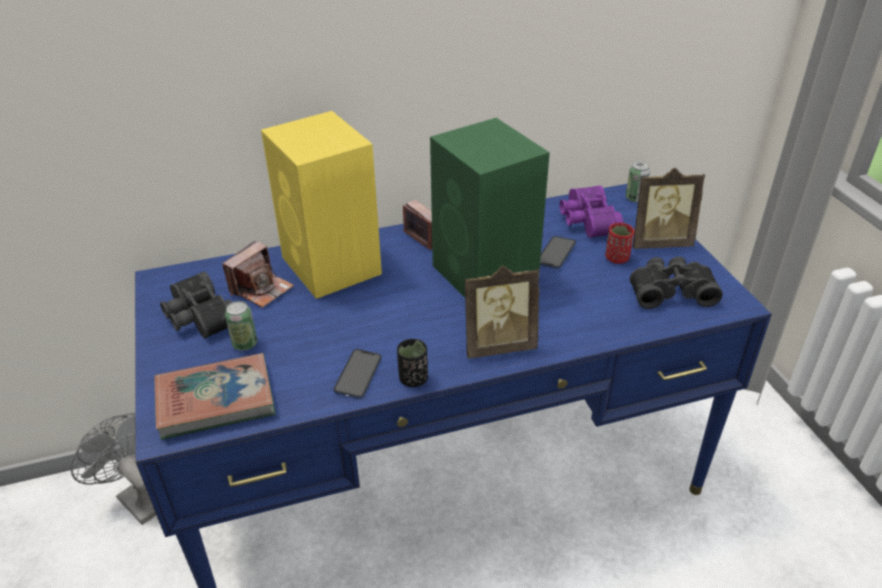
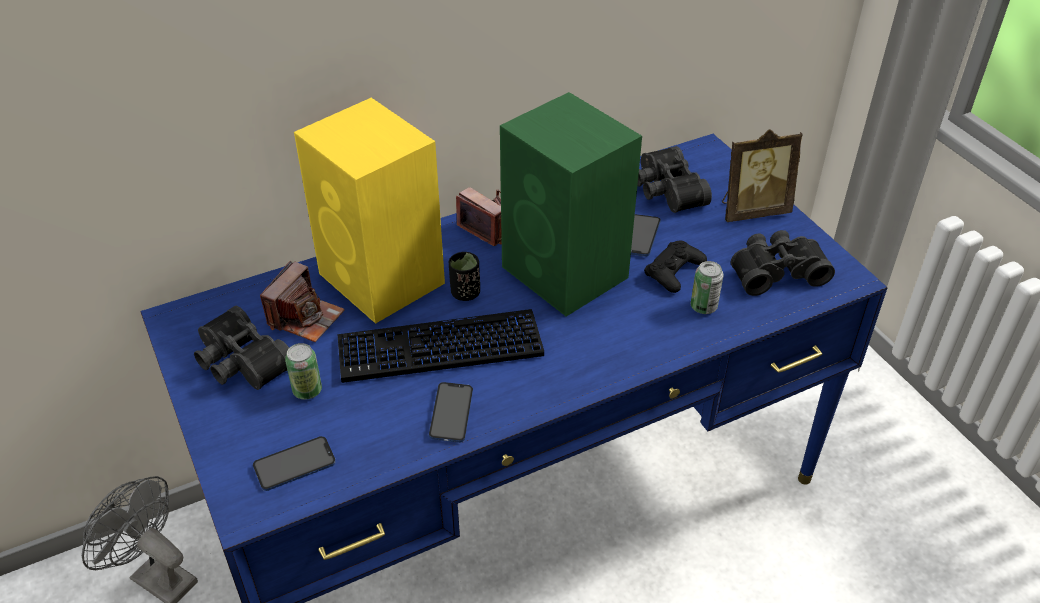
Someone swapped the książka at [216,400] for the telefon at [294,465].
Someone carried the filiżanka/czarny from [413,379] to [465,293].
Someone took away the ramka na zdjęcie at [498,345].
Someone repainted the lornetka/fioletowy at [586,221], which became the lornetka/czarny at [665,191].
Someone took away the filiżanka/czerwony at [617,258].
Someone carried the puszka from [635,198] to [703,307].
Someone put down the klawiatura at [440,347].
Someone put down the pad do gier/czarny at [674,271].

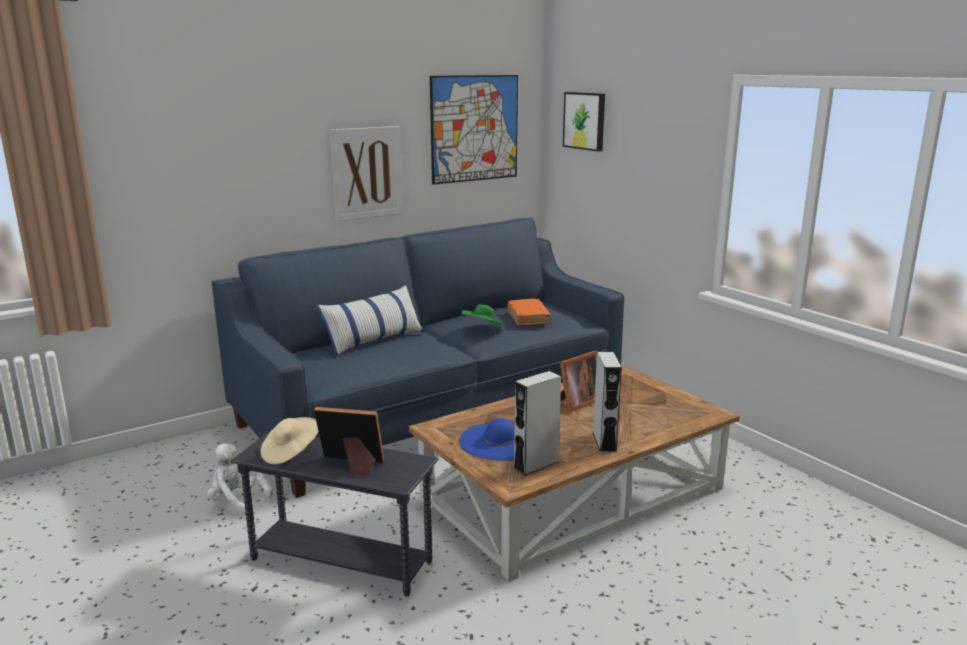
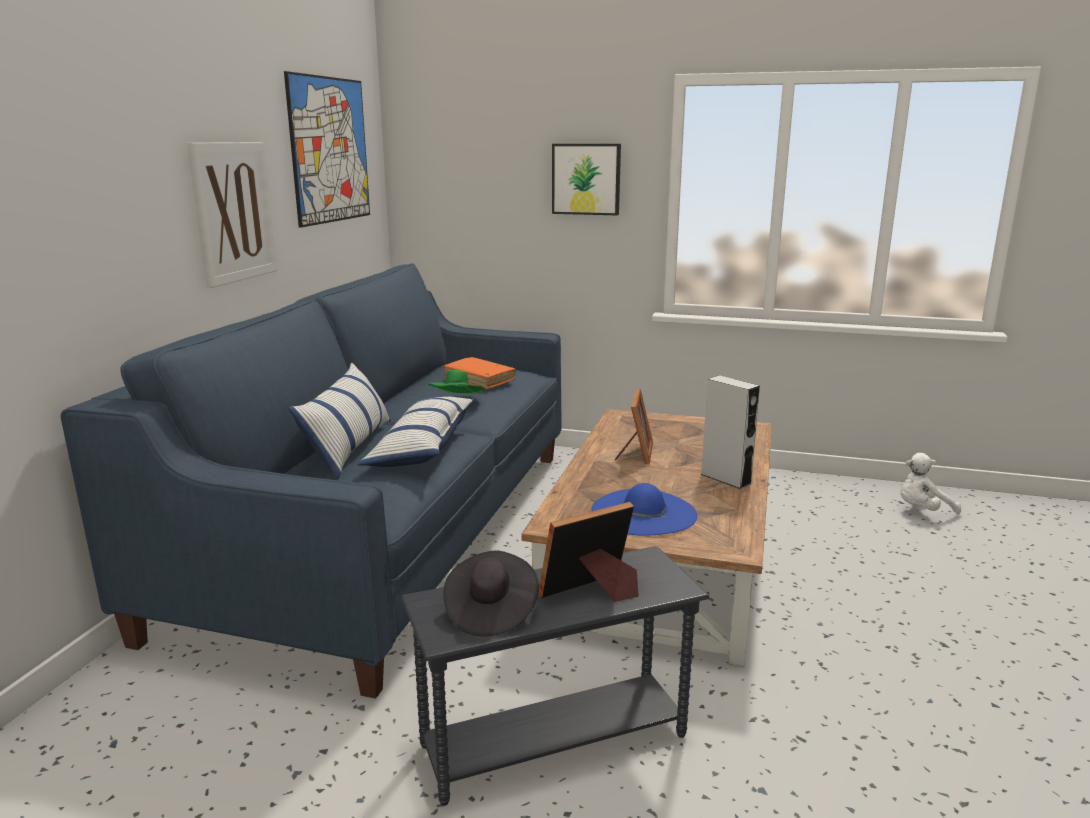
Someone carried the pluszak/biały from [237,501] to [922,510].
Someone repainted the kapelusz/beżowy at [290,453], which became the kapelusz/czarny at [490,611].
Someone took away the głośnik/szary at [536,465].
Someone carried the obraz from [585,121] to [586,179].
Someone put down the poduszka at [422,447].

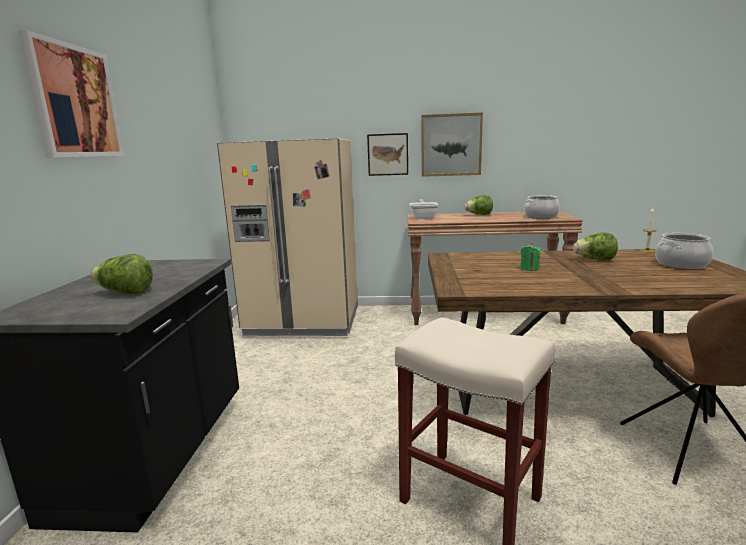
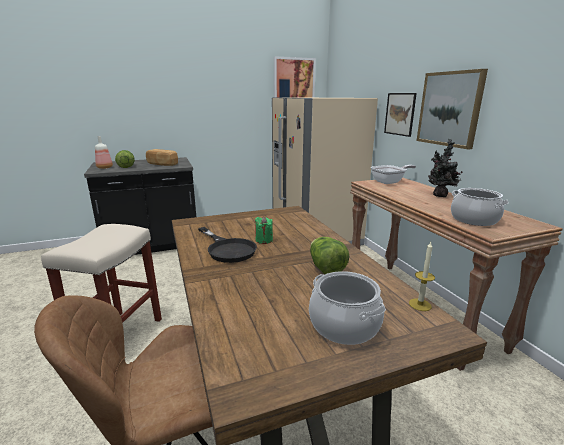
Someone carried the obraz from [74,102] to [294,81].
Someone swapped the sałata at [479,214] for the roślina doniczkowa at [440,196].
Someone put down the butelka at [105,167].
Someone put down the chleb at [162,164].
Someone put down the patelnia/czarny at [228,249].

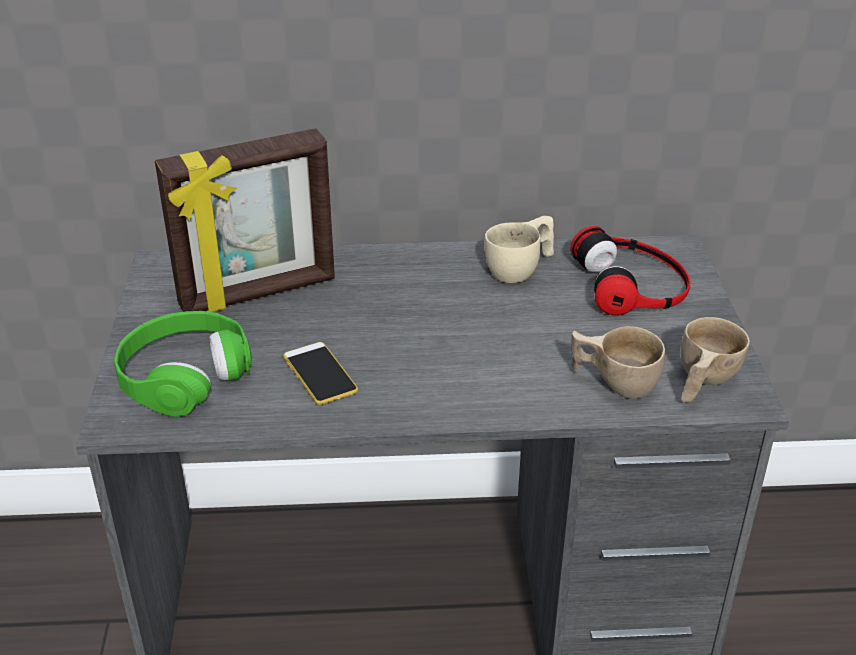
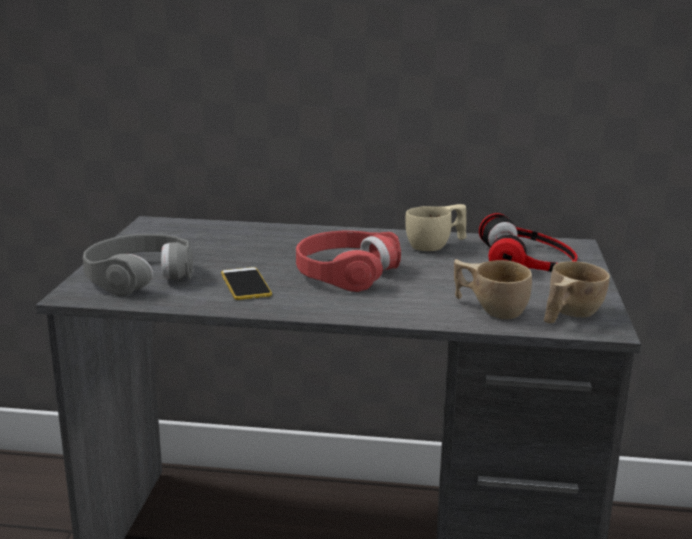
Someone repainted the słuchawki/zielony at [185,375], which became the słuchawki/szary at [139,276].
Someone took away the ramka na zdjęcie at [258,294].
Someone put down the słuchawki/czerwony at [345,273].

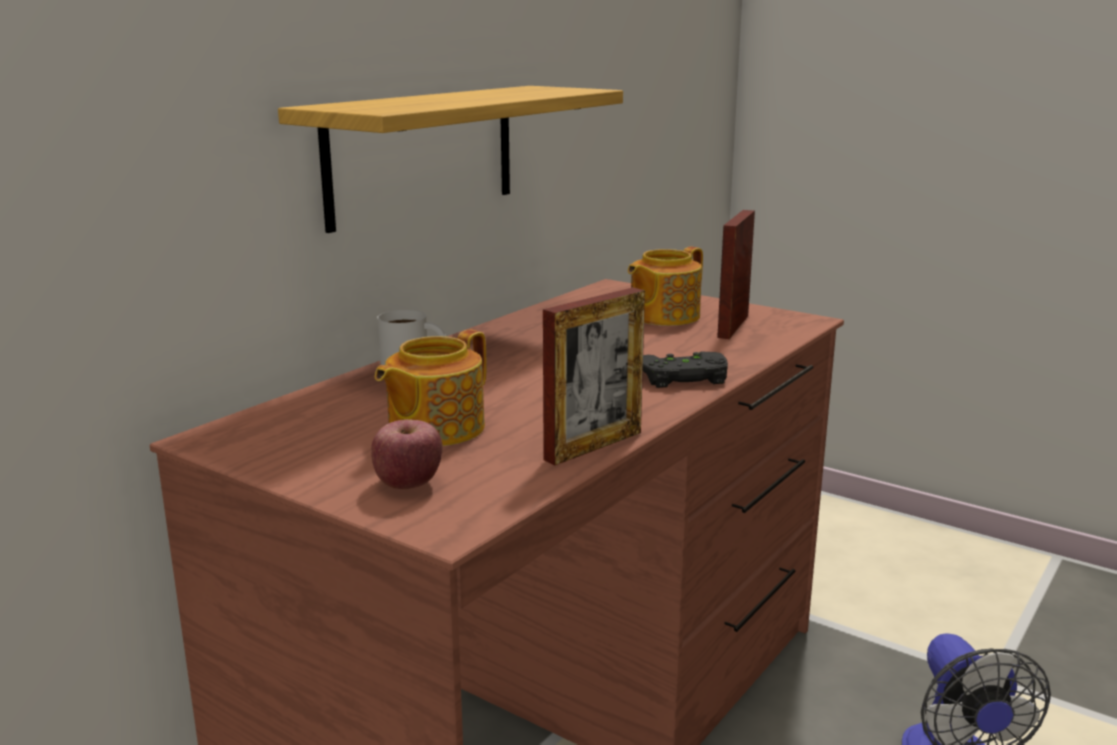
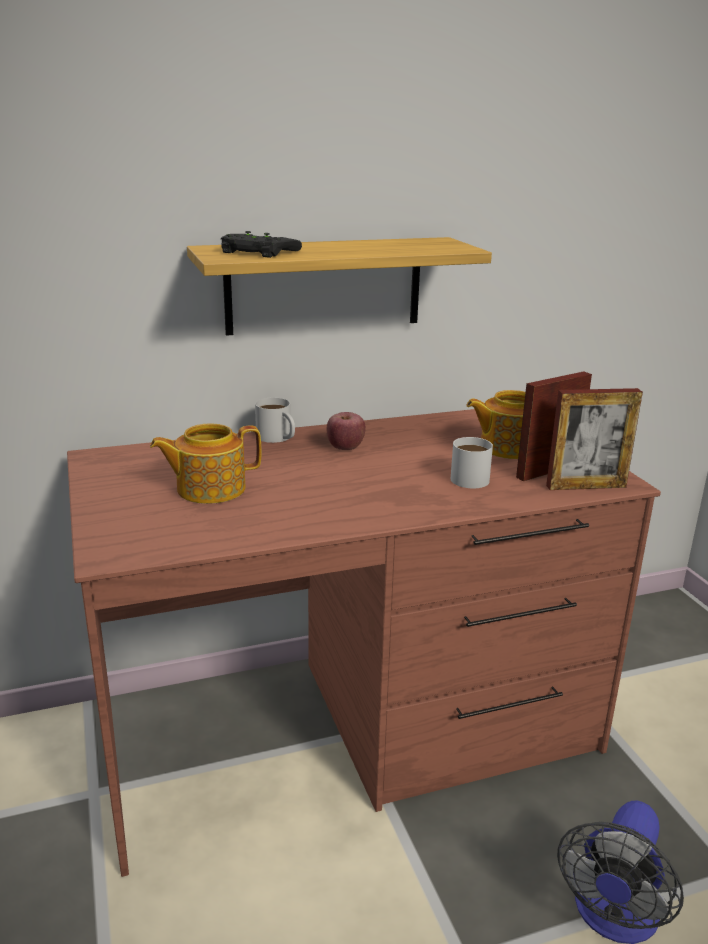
Someone carried the jabłko from [408,484] to [345,448].
Someone carried the ramka na zdjęcie from [593,446] to [586,486].
Someone carried the pad do gier/czarny from [682,377] to [256,252].
Someone put down the kubek/biały at [468,476].

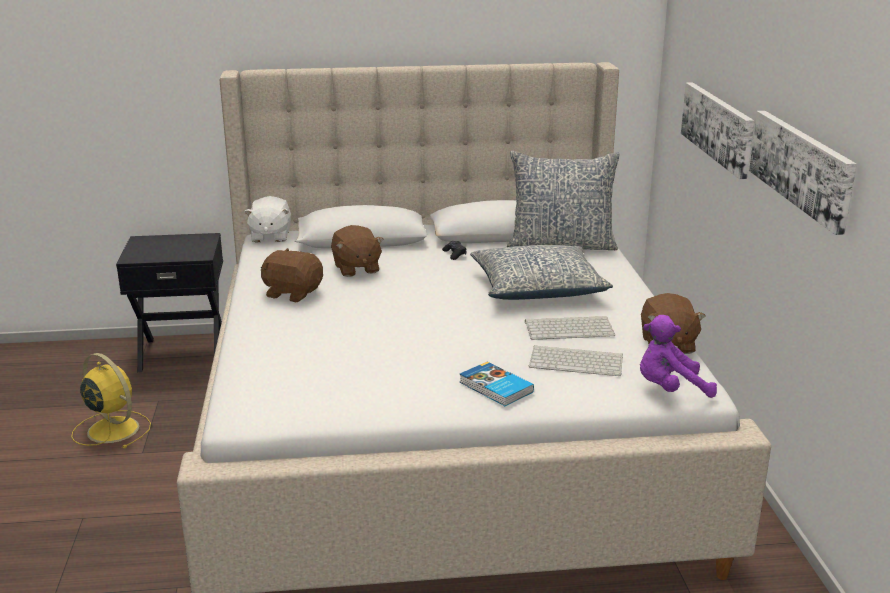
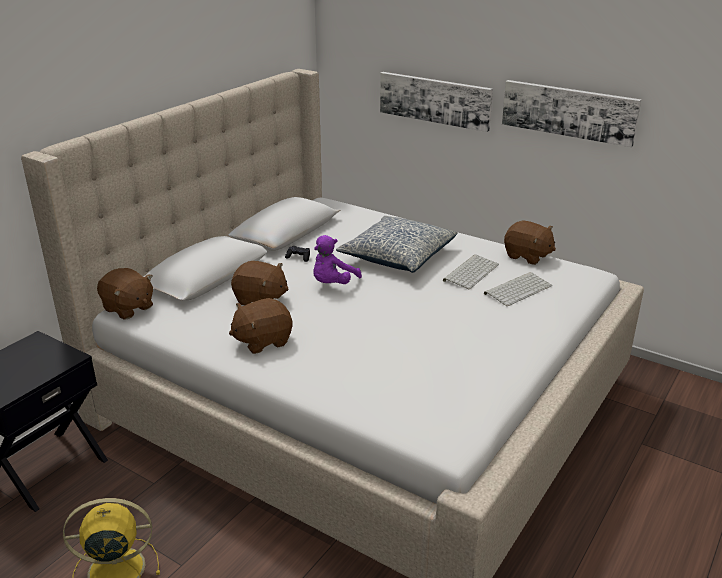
Someone repainted the pluszak/biały at [270,236], which became the pluszak/brązowy at [128,308].
Someone took away the książka at [495,388].
Someone took away the poduszka at [561,244].
Someone carried the pluszak/fioletowy from [670,389] to [333,284].

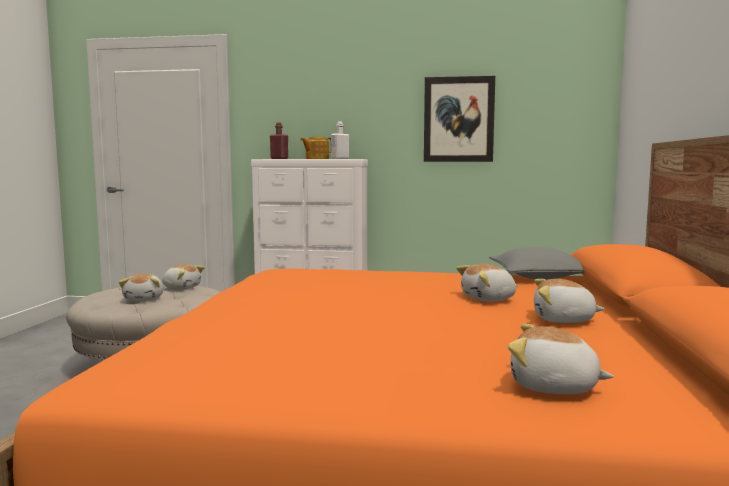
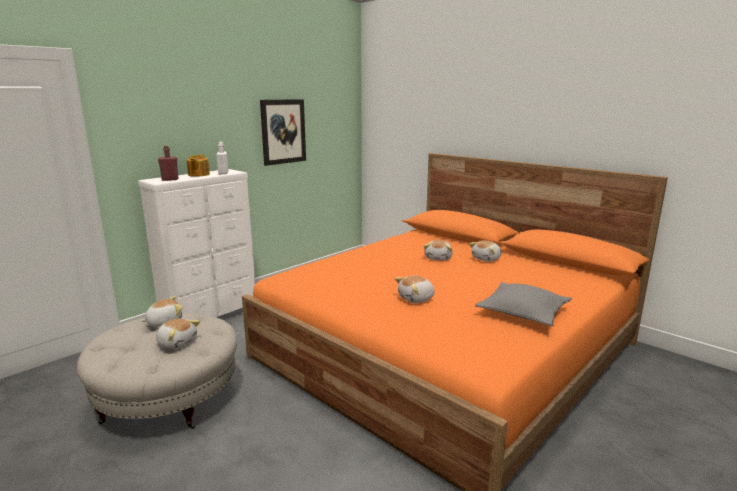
Someone carried the poduszka/szary from [538,277] to [523,312].
Someone carried the pluszak from [553,387] to [416,299].

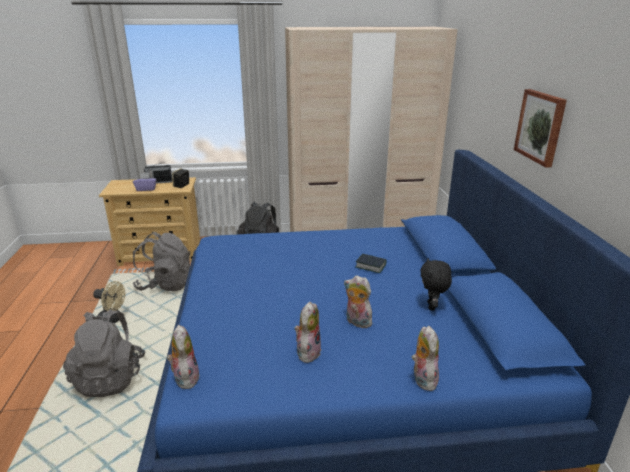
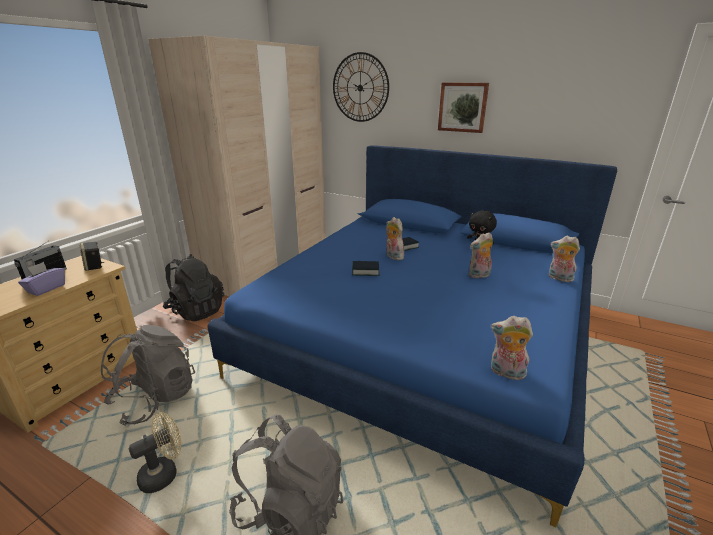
Someone carried the pluszak from [307,352] to [393,256].
Someone put up the zegar ścienny at [360,88].
Someone put down the książka at [365,271].

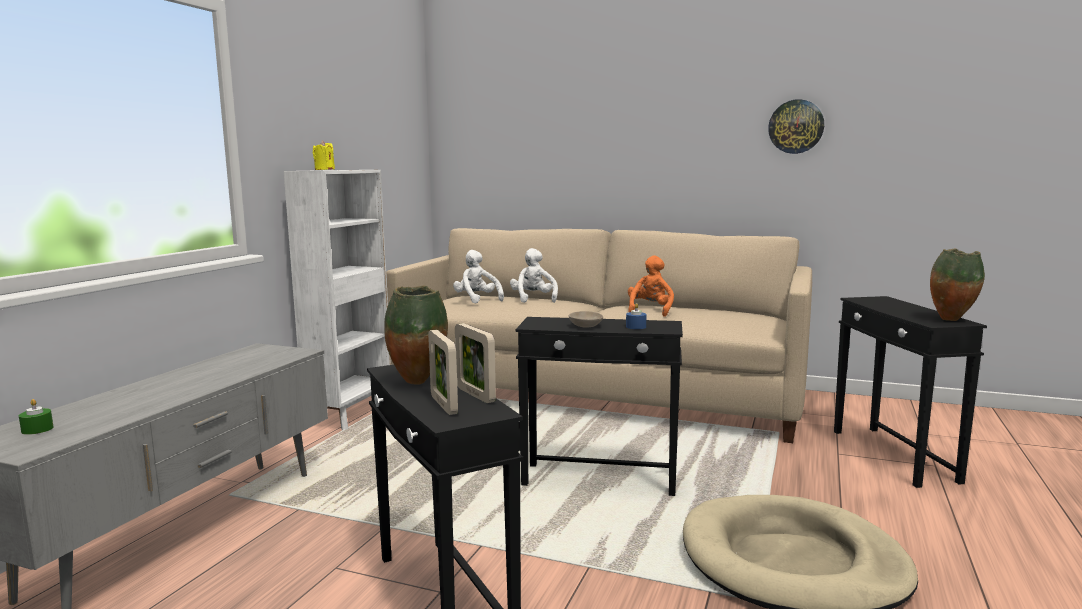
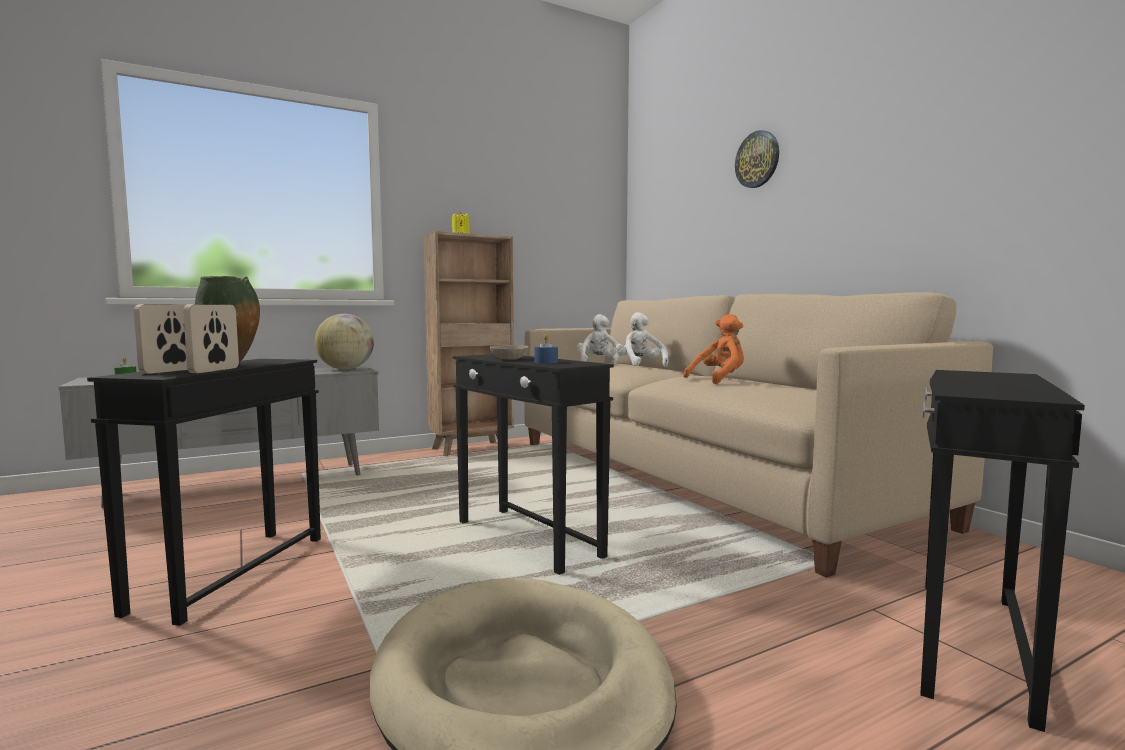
Someone repainted the regał/biały at [351,414], which became the regał/brązowy at [472,449].
Someone rotated the pluszak/biały at [533,299] by 45 degrees counterclockwise.
Someone carried the zegar ścienny from [796,126] to [757,159].
Someone took away the wazon at [952,320].
Someone put down the globus at [346,369].

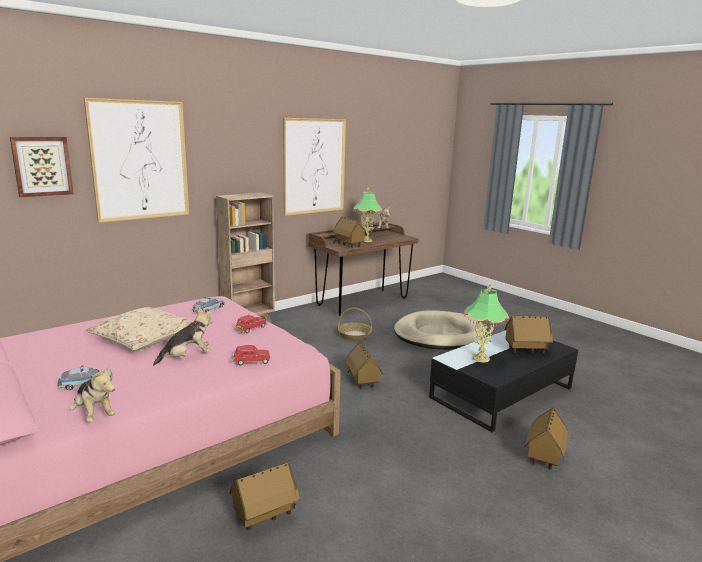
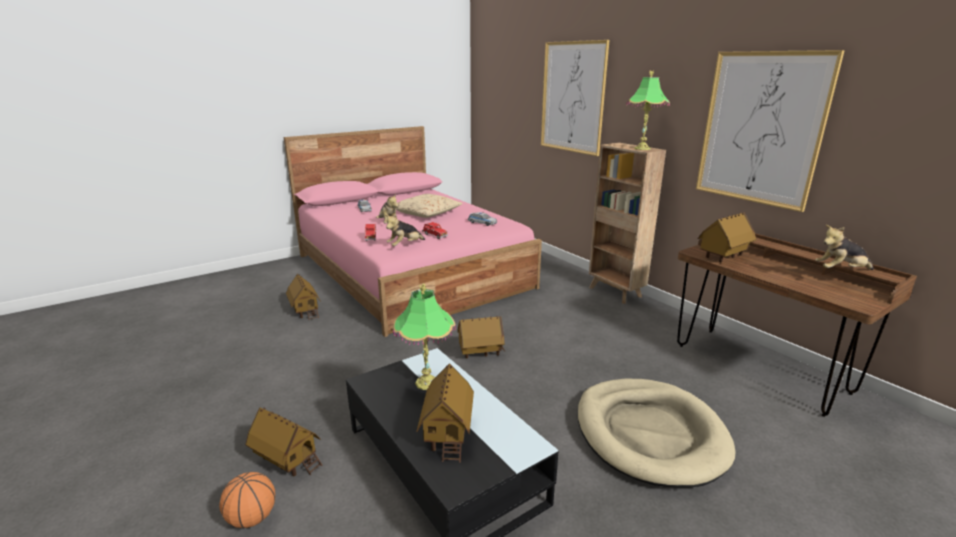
Someone took away the obraz at [42,166].
Someone carried the pluszak from [94,414] to [405,245].
Someone took away the koszyk at [354,335].
Someone carried the lampa stołowa from [366,240] to [642,148].
Someone put down the piłka do koszykówki at [252,518].

